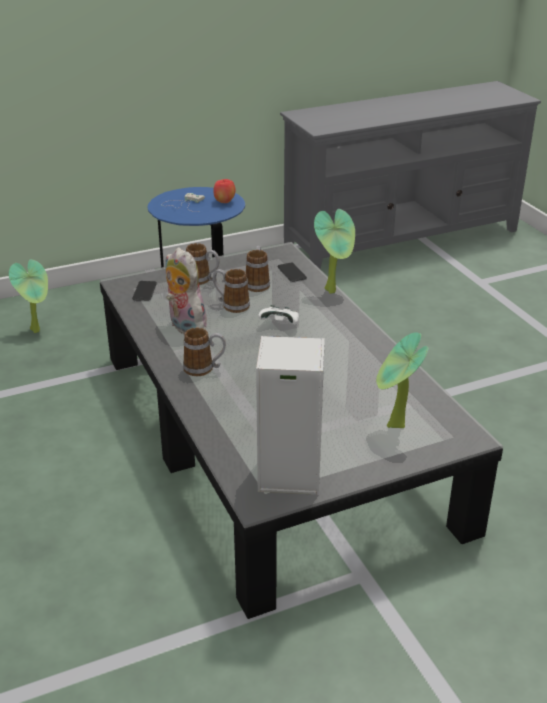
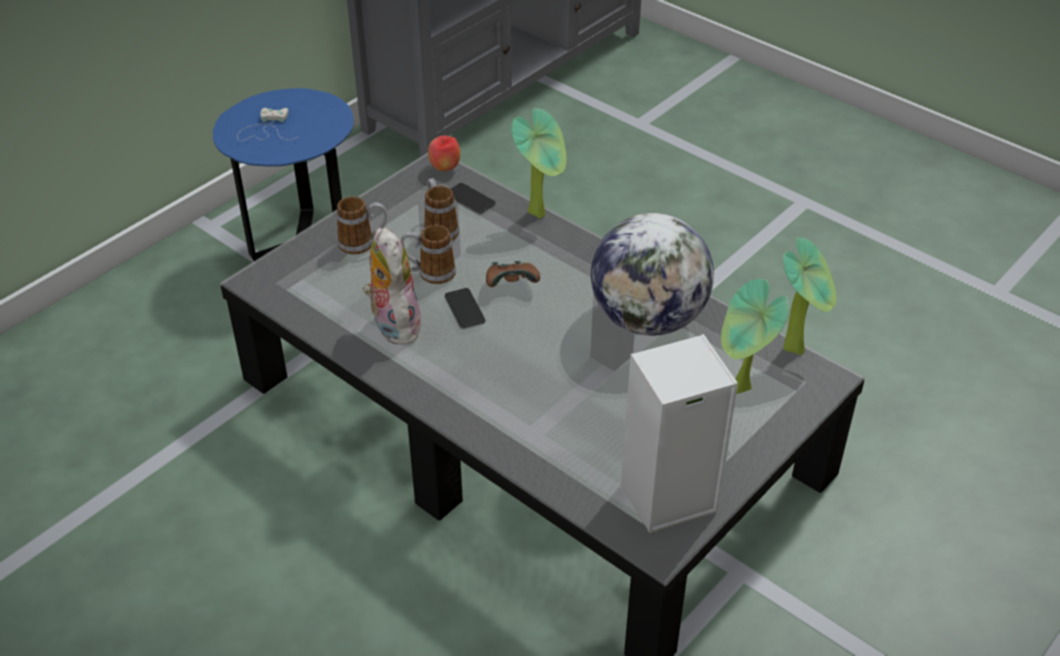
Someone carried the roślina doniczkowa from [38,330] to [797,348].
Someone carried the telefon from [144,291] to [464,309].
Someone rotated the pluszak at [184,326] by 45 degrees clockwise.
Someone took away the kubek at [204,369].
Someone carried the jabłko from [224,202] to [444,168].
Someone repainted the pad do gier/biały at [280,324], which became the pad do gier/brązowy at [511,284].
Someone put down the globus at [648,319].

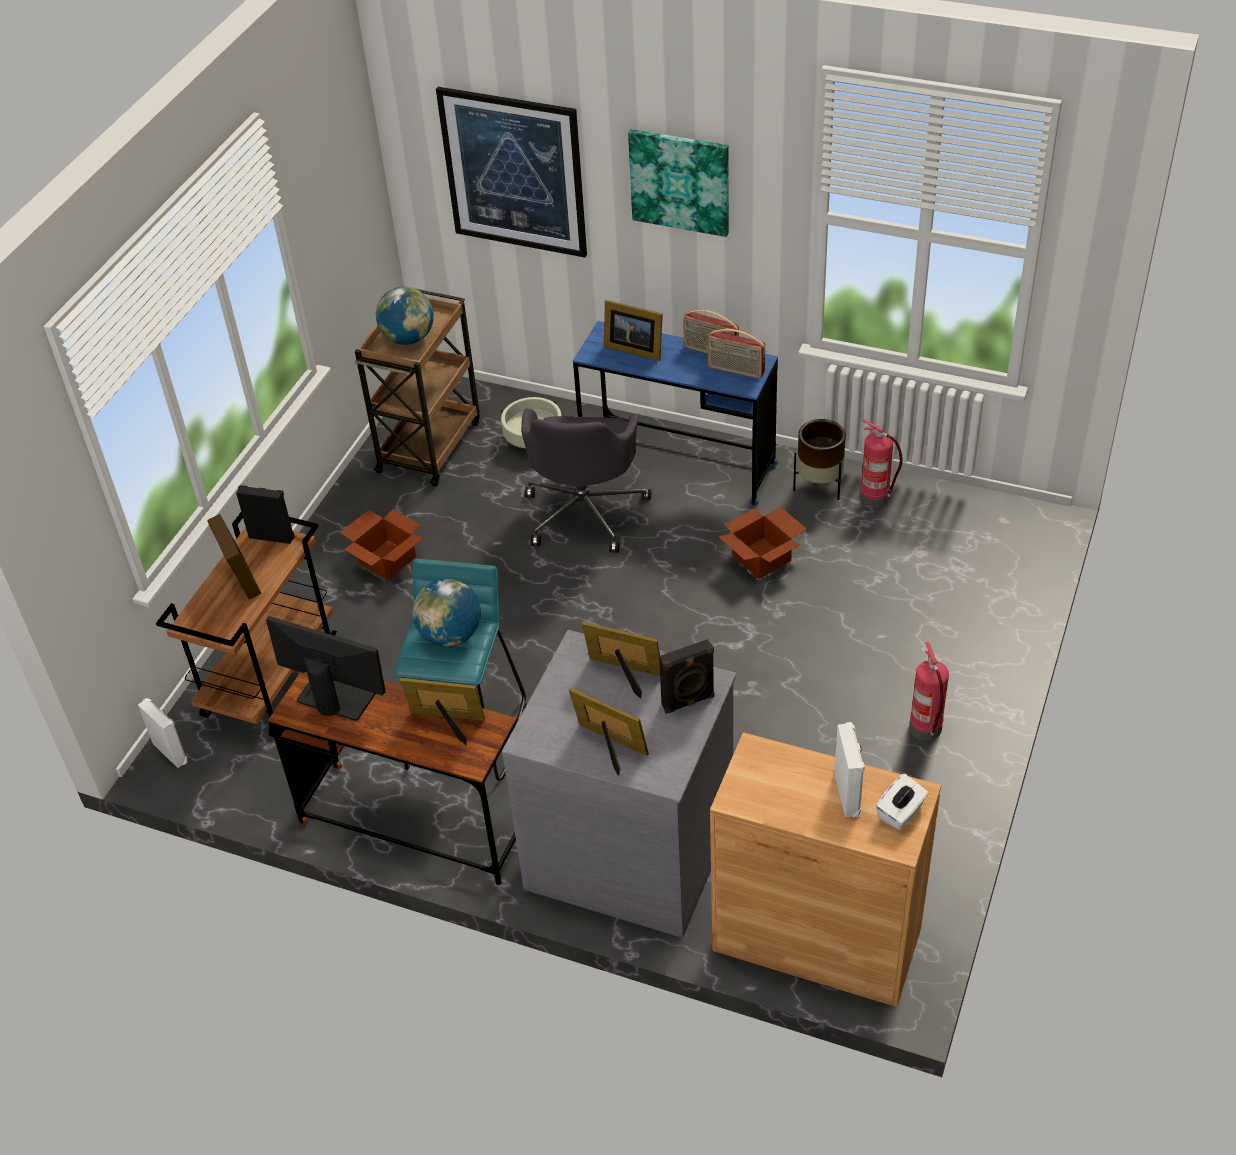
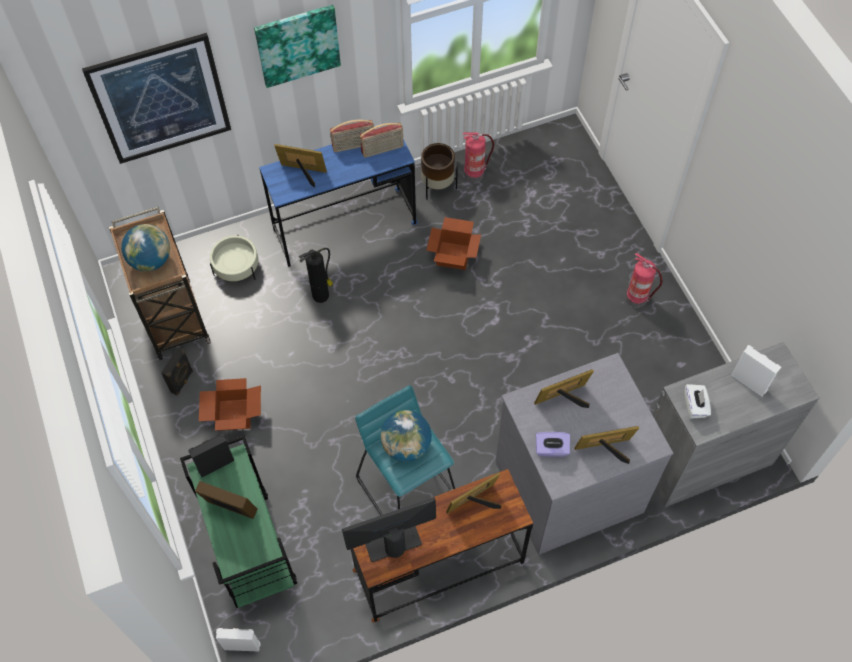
Someone repainted the wózek/brązowy at [271,679], which became the wózek/zielony at [250,548].
Someone swapped the krzesło biurowe/szary at [585,511] for the gaśnica at [321,295].
Someone rotated the ramka na zdjęcie at [633,348] by 150 degrees counterclockwise.
Someone carried the głośnik/czarny from [688,702] to [182,381].
Someone repainted the szafka/brązowy at [816,939], which became the szafka/szary at [704,459].
Someone carried the pudełko chusteczek/biały from [901,812] to [695,406].
Someone put down the pudełko chusteczek/fioletowy at [551,449].

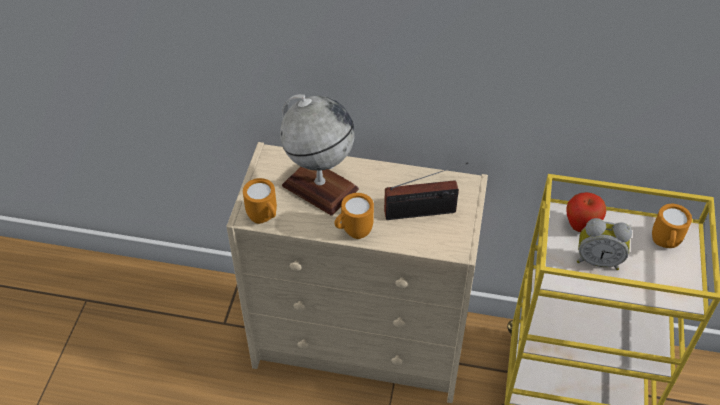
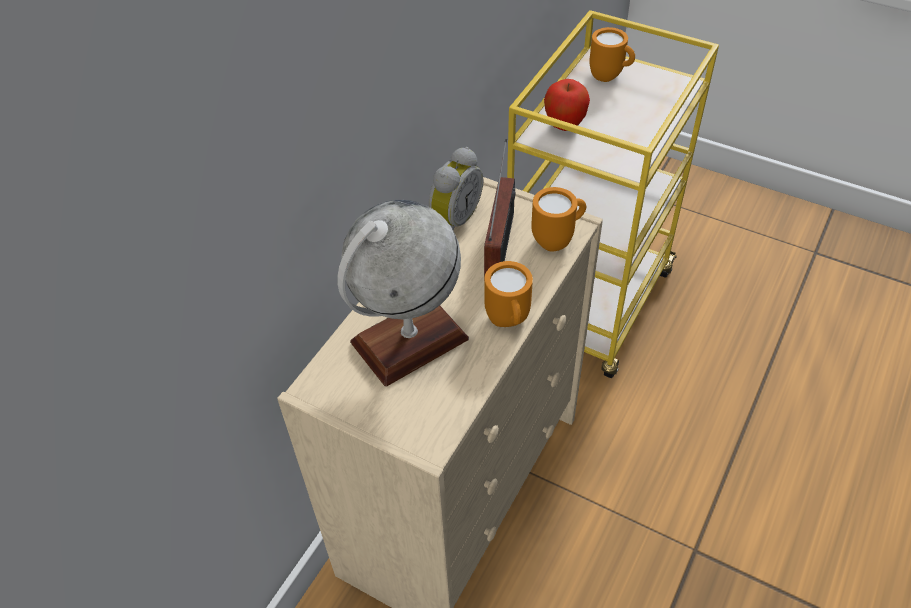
Someone carried the kubek/pomarańczowy from [264,219] to [557,240].
Someone carried the budzik from [597,260] to [453,220].

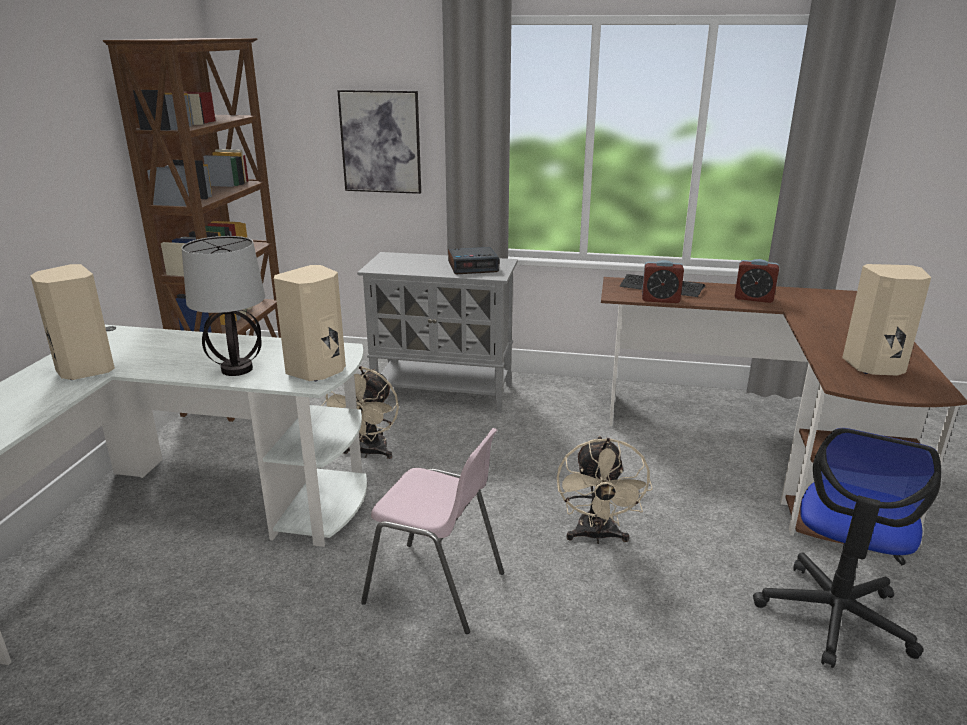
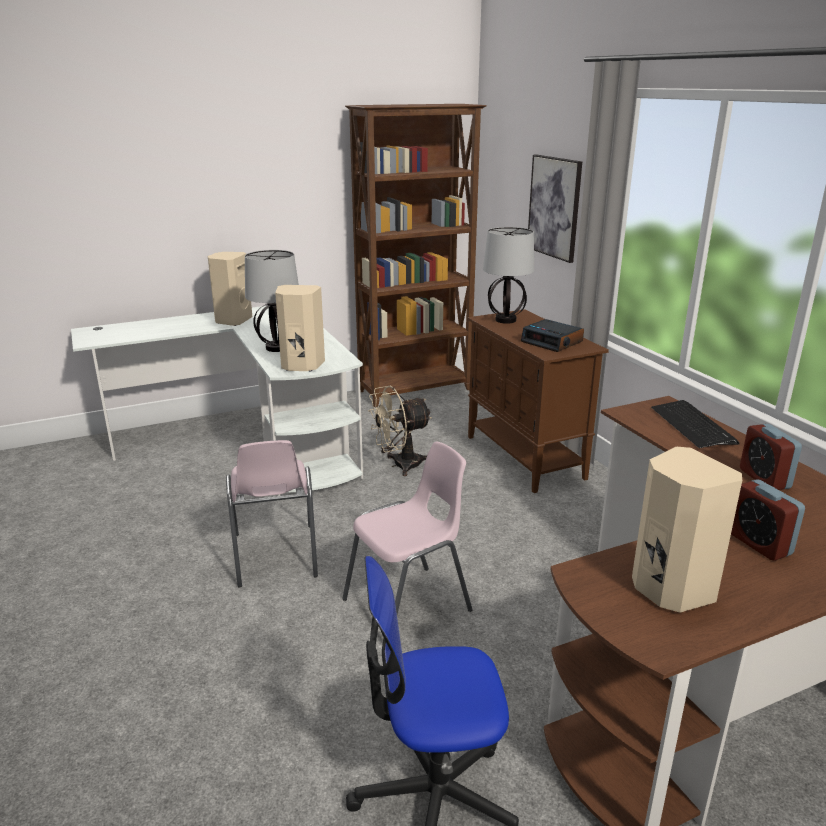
Someone repainted the szafka/szary at [444,393], which became the szafka/brązowy at [525,458].
Someone swapped the wentylator/beżowy at [597,536] for the krzesło/różowy at [409,606].
Someone carried the budzik from [660,299] to [759,544].
Someone put down the lampa stołowa at [505,320].

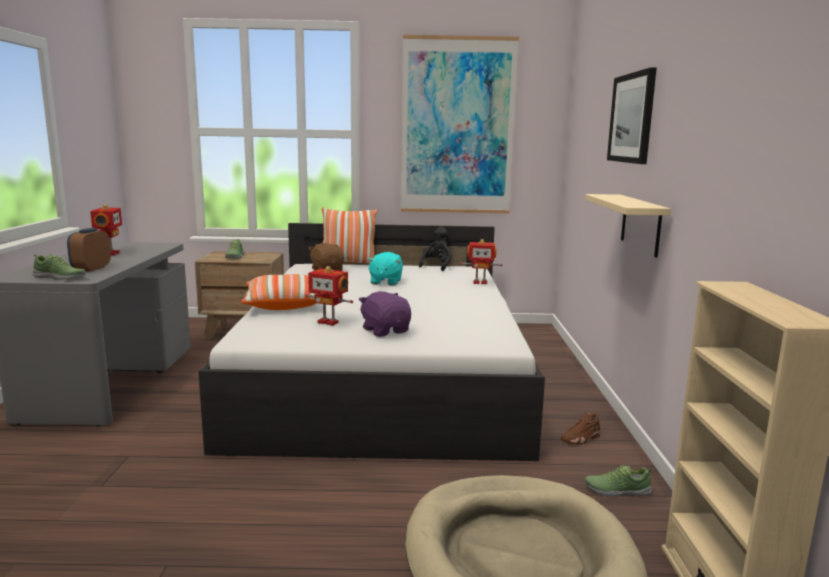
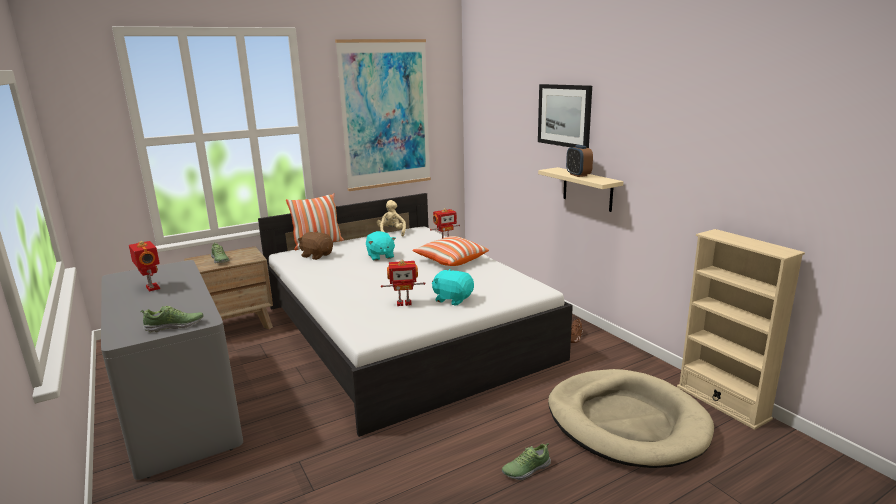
Someone carried the budzik from [91,269] to [578,175].
Someone carried the poduszka from [283,305] to [450,260].
Someone repainted the pluszak/fioletowy at [385,330], which became the pluszak/turkusowy at [453,299].
Someone repainted the pluszak/czarny at [437,266], which became the pluszak/beżowy at [391,233].
Someone carried the but from [616,490] to [525,469].

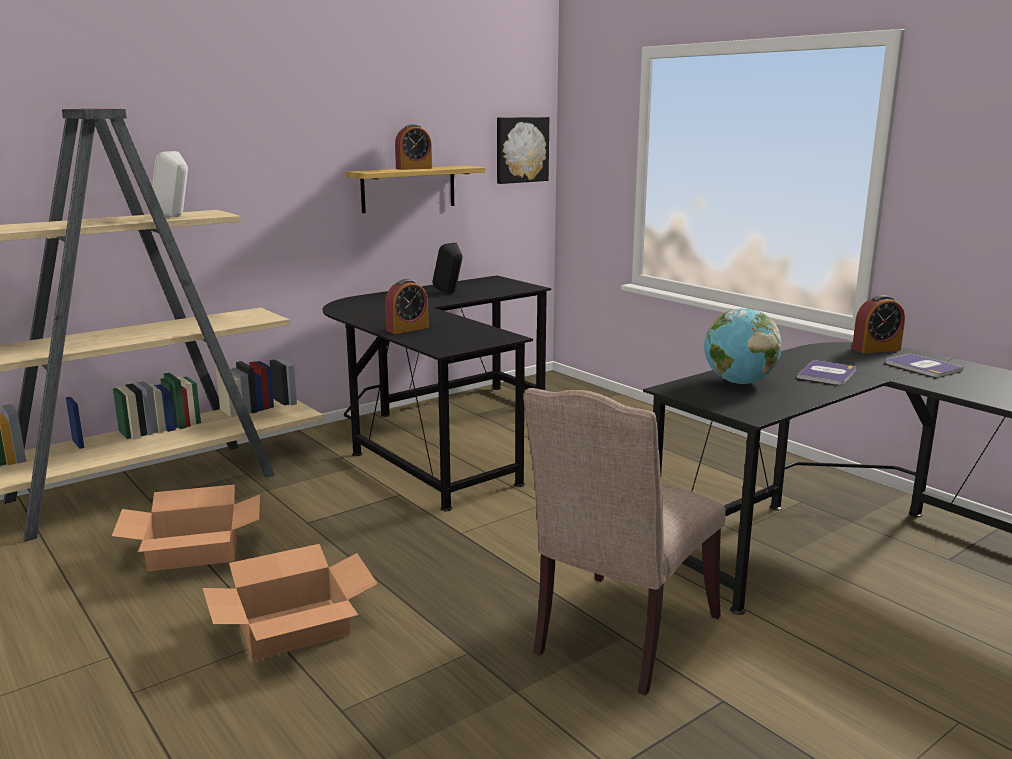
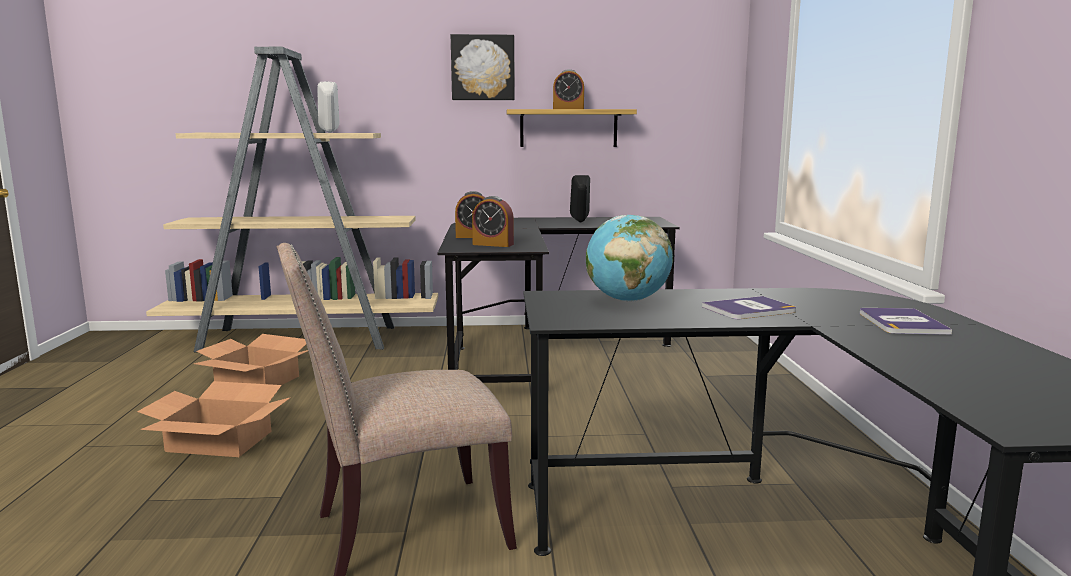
Someone carried the obraz from [521,149] to [483,68].
Someone carried the budzik from [876,349] to [493,244].

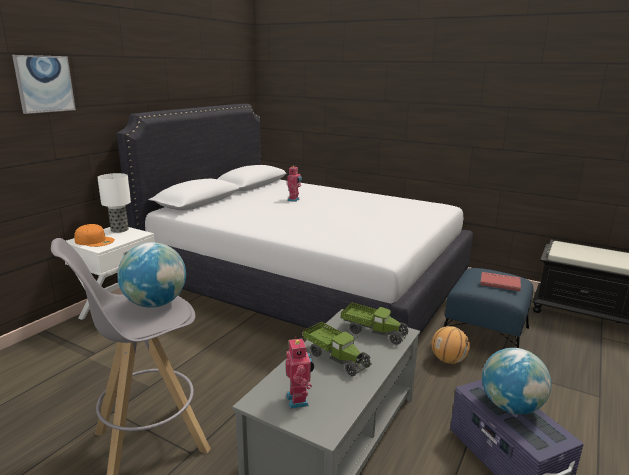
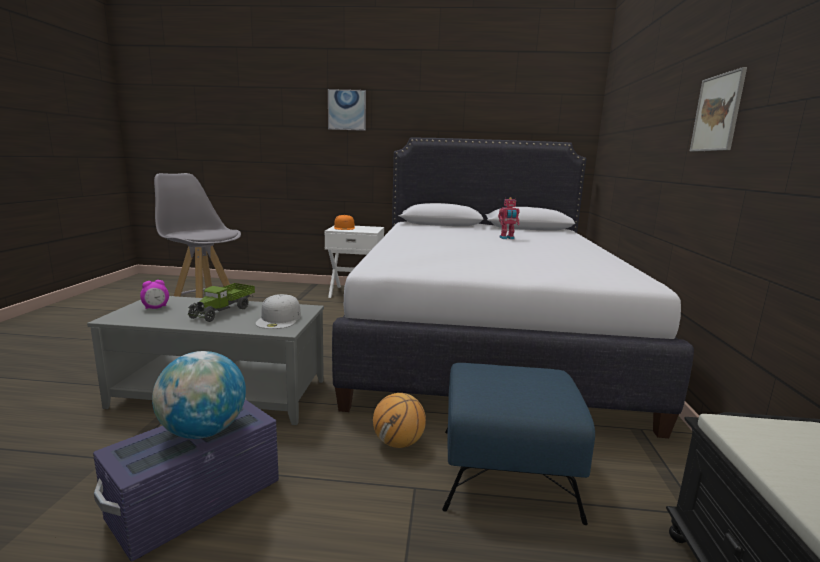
Someone took away the lampa stołowa at [120,230].
Someone took away the globus at [155,303].
Someone swapped the robot zabawkowy at [299,400] for the budzik at [156,308].
Someone swapped the ciężarówka zabawkowa at [373,332] for the czapka z daszkiem/biały at [279,319].
Someone took away the książka/czerwony at [499,282].
Someone put up the obraz at [717,113].

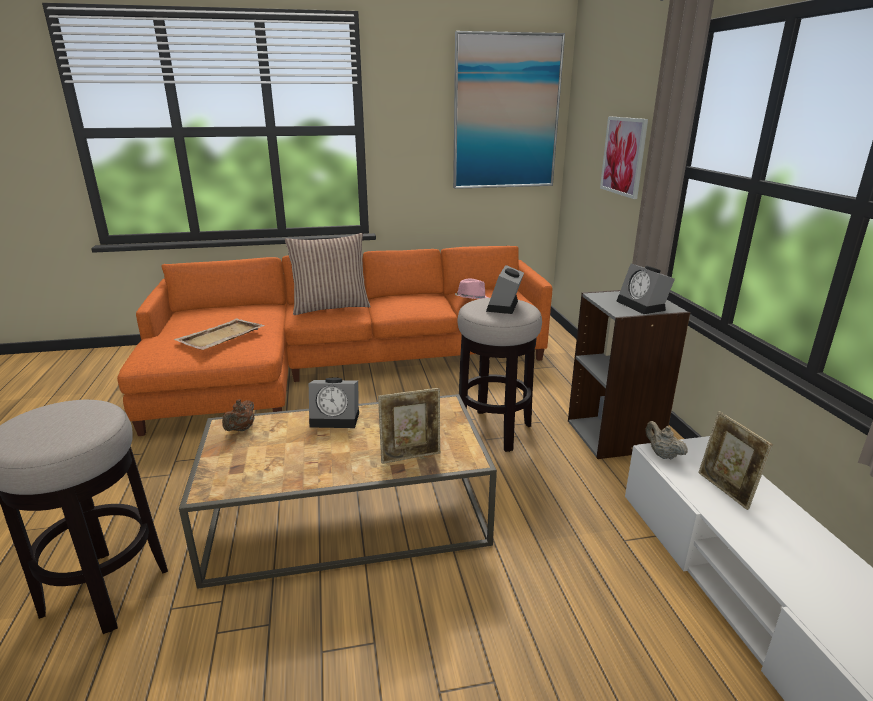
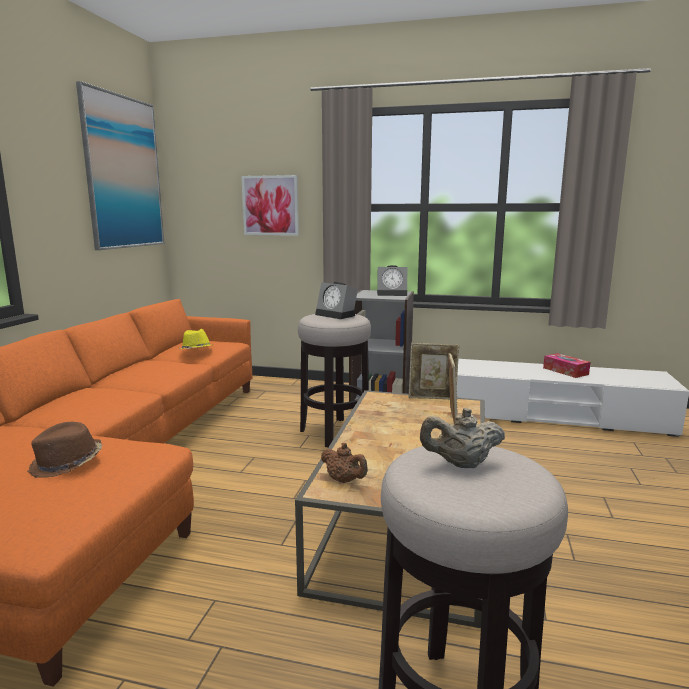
Someone swapped the taca/beżowy at [220,336] for the kapelusz/brązowy at [67,464].
Someone took away the poduszka at [331,307].
Someone took away the budzik at [337,418].
Someone repainted the kapelusz/różowy at [471,299], which became the kapelusz/żółty at [196,350].
Someone carried the imbryk/beżowy from [662,454] to [461,464].
Someone carried the ramka na zdjęcie from [725,490] to [432,398].
Someone put down the pudełko chusteczek at [565,371].

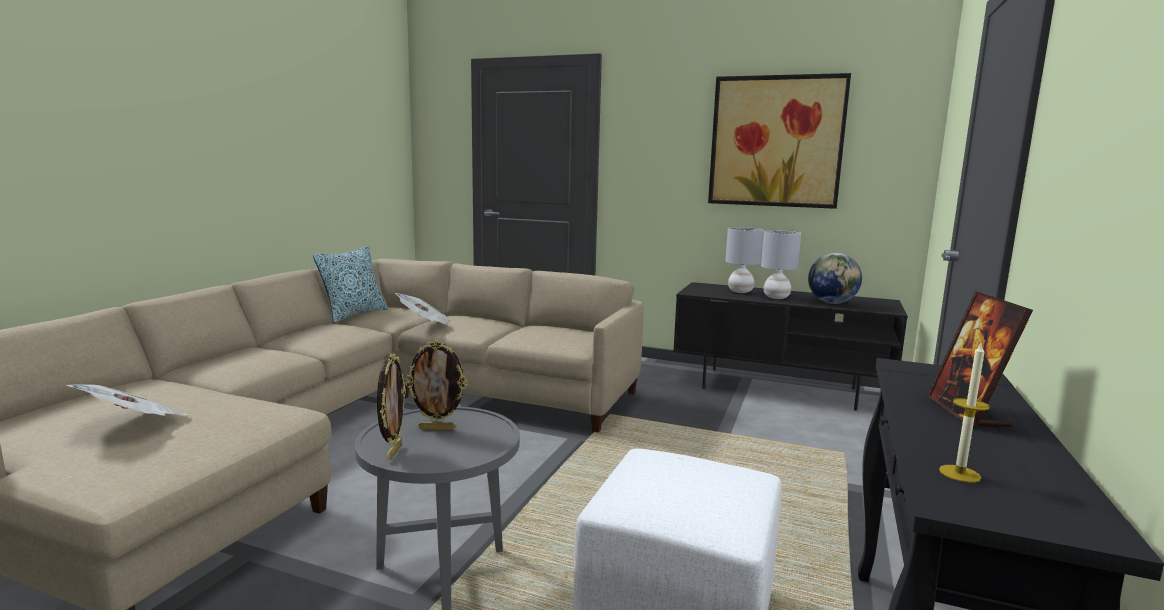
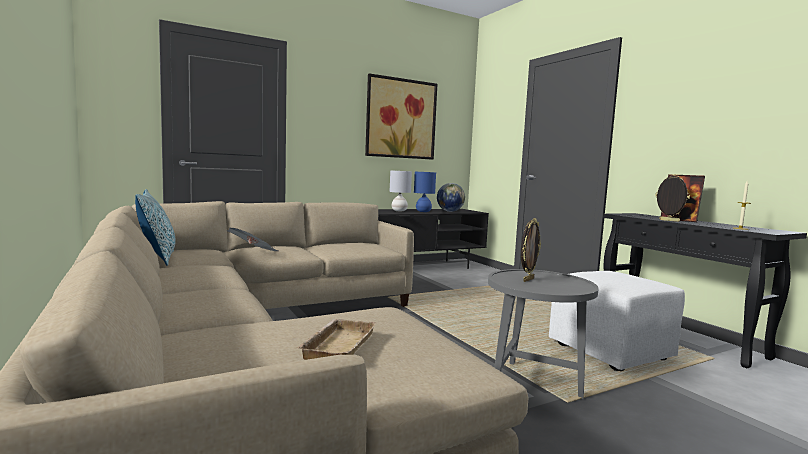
Someone swapped the gazeta at [134,424] for the taca/beżowy at [337,345].
Someone carried the ramka na zdjęcie from [393,452] to [669,220].
Someone repainted the lampa stołowa/szary at [776,297], which became the lampa stołowa/niebieski at [423,211].

